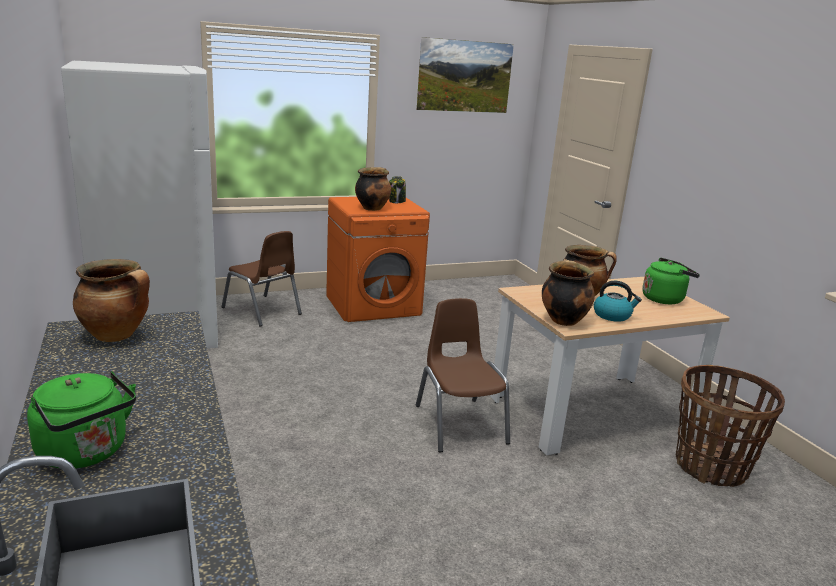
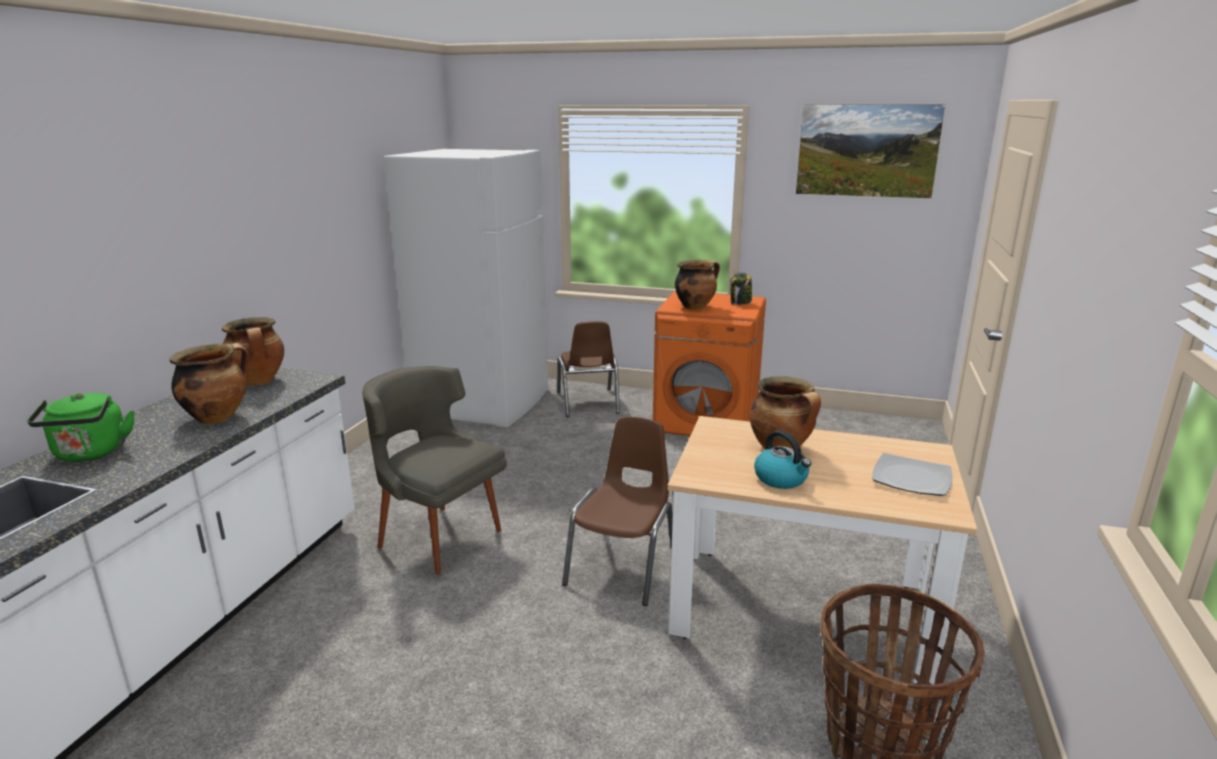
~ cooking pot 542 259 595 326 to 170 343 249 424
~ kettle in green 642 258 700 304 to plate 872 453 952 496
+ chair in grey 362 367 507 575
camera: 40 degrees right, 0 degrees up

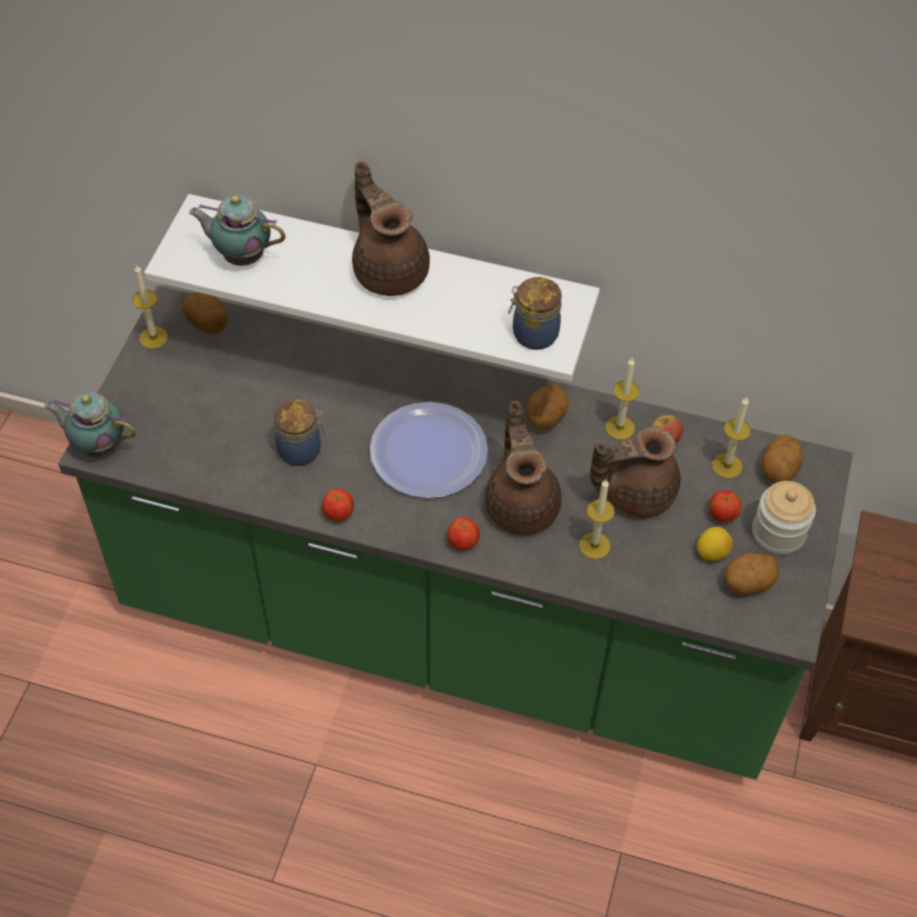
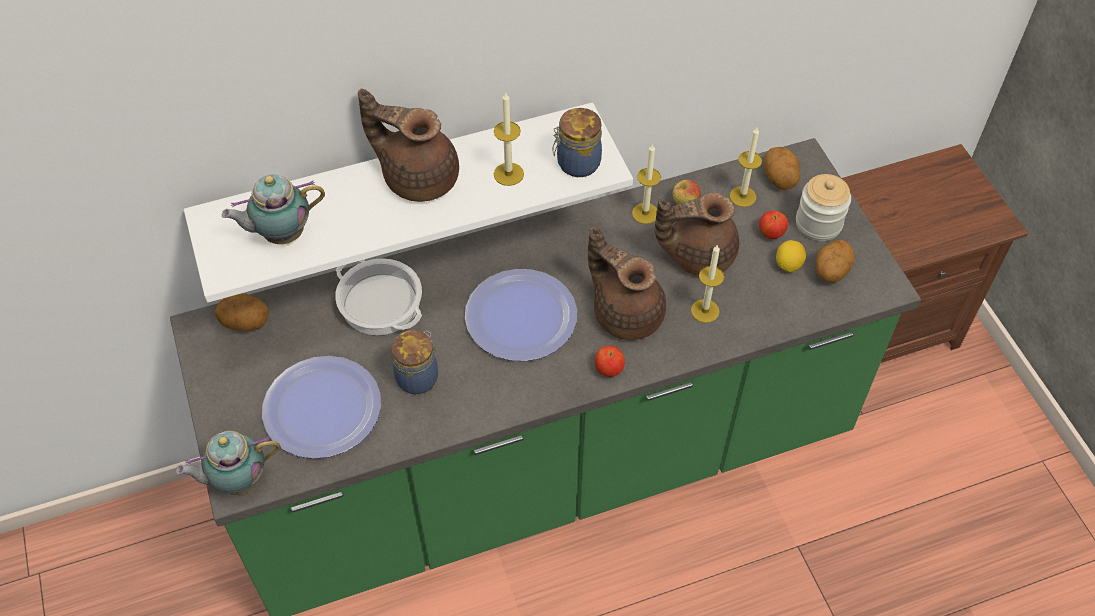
~ candle 132 264 168 349 to 494 92 524 186
- apple 322 488 354 521
- potato 527 384 569 430
~ teapot in brown 590 426 681 517 = 655 192 739 276 45 degrees clockwise
+ plate 262 356 381 459
+ cooking pot 335 258 422 335
camera: 35 degrees left, 0 degrees up

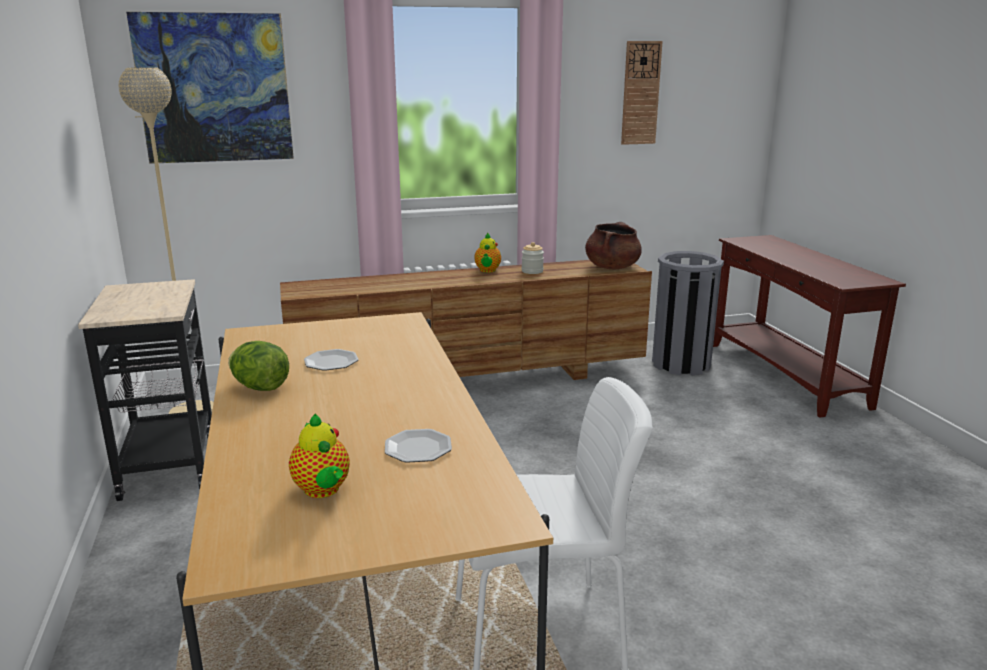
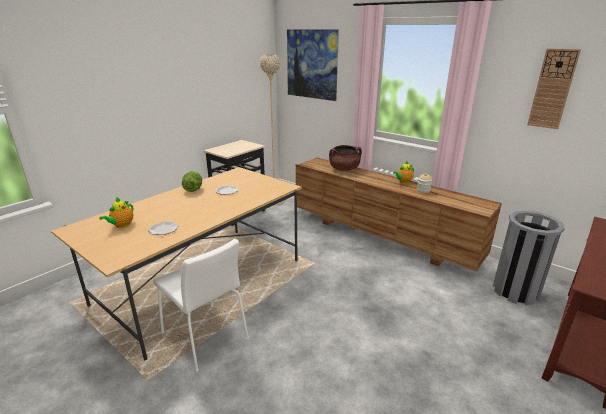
~ cooking pot in brown 585 222 642 269 to 329 145 362 171
camera: 55 degrees right, 5 degrees up

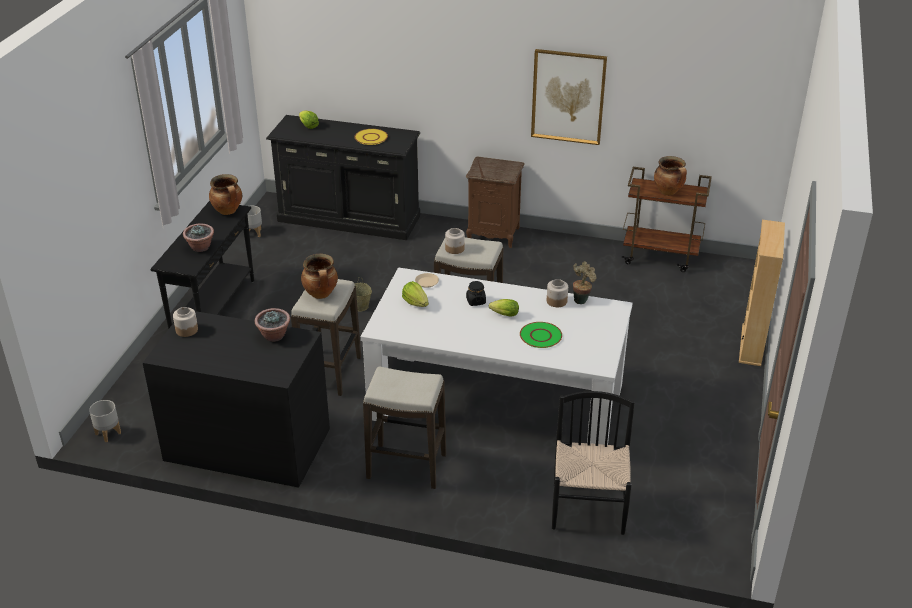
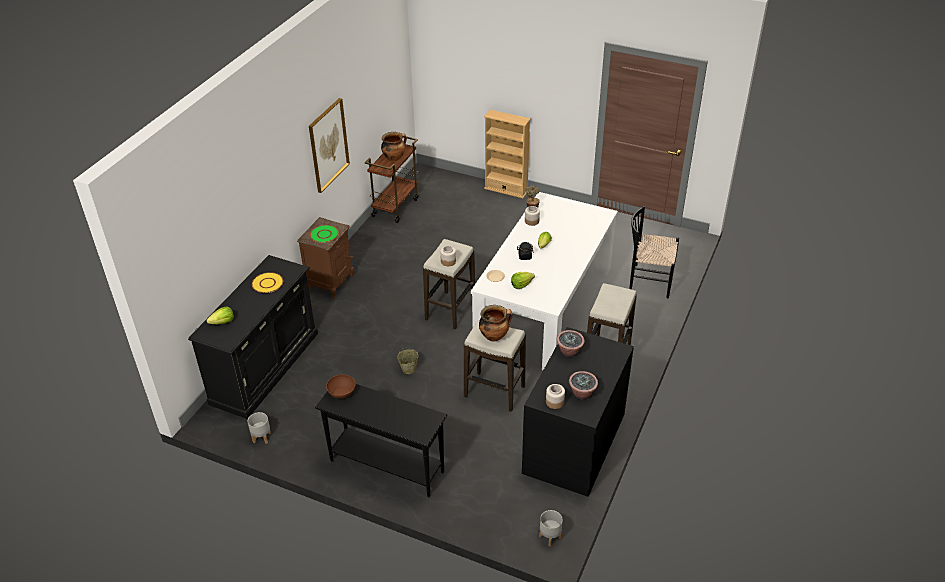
~ potted plant 183 223 214 252 to 569 371 598 399
~ cooking pot 209 174 242 215 to bowl in brown 326 374 356 399
~ plate in green 520 322 562 348 to 310 225 339 243
camera: 80 degrees left, 5 degrees up

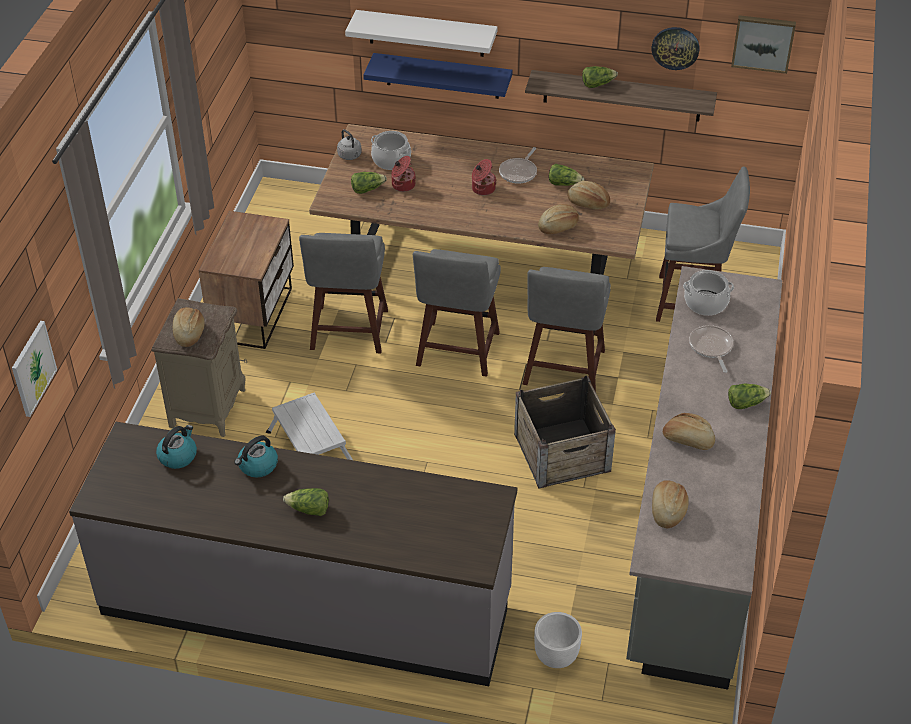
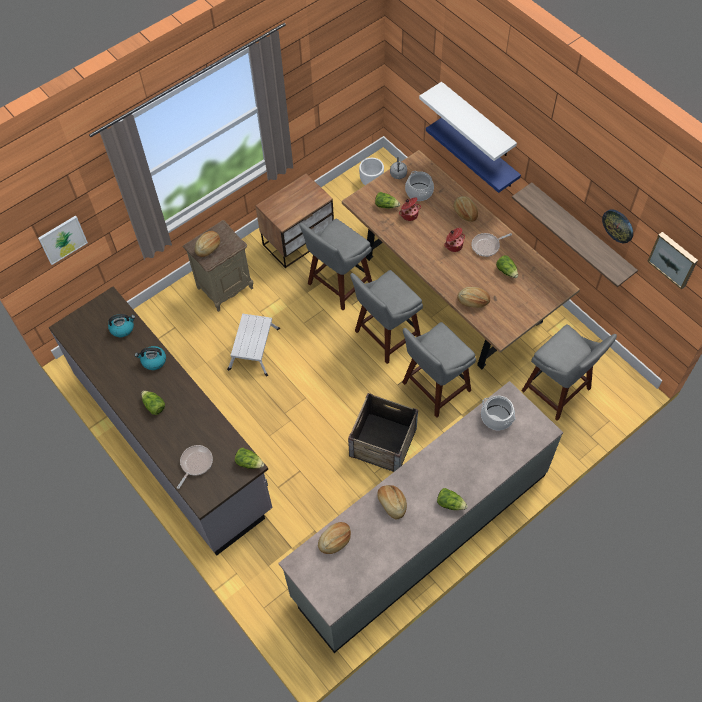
~ planter in white 534 612 582 668 to 359 158 384 185
~ bread 567 181 610 210 to 453 196 478 222
~ lettuce 582 66 618 88 to 235 448 264 469
~ frying pan 689 325 734 373 to 177 445 213 489
camera: 40 degrees right, 15 degrees up

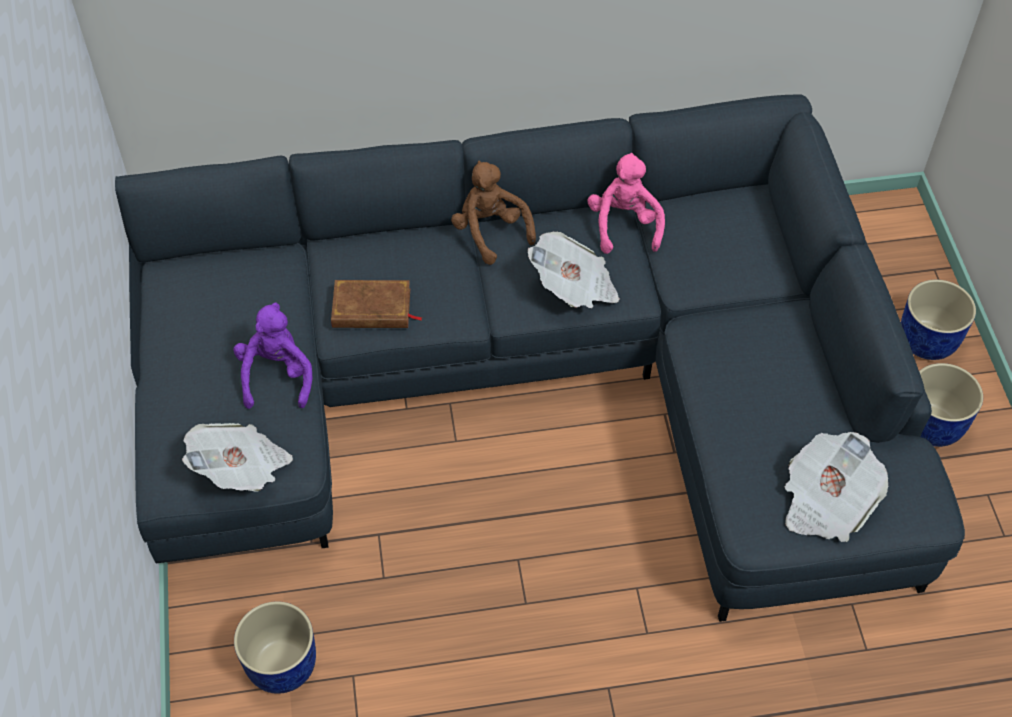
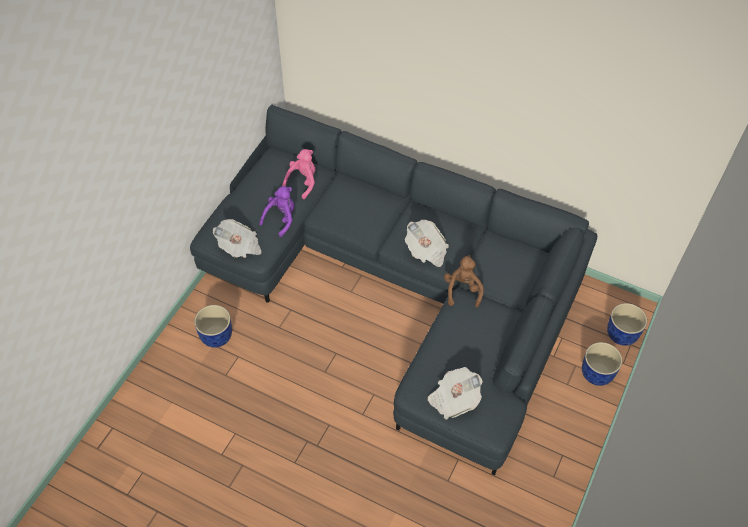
- book in brown 331 280 422 328
~ plush toy in brown 451 161 536 265 to 444 255 484 307
~ plush toy in pink 587 153 665 254 to 282 149 315 199
~ planter in blue 919 363 983 447 to 607 303 647 346
camera: 35 degrees right, 0 degrees up

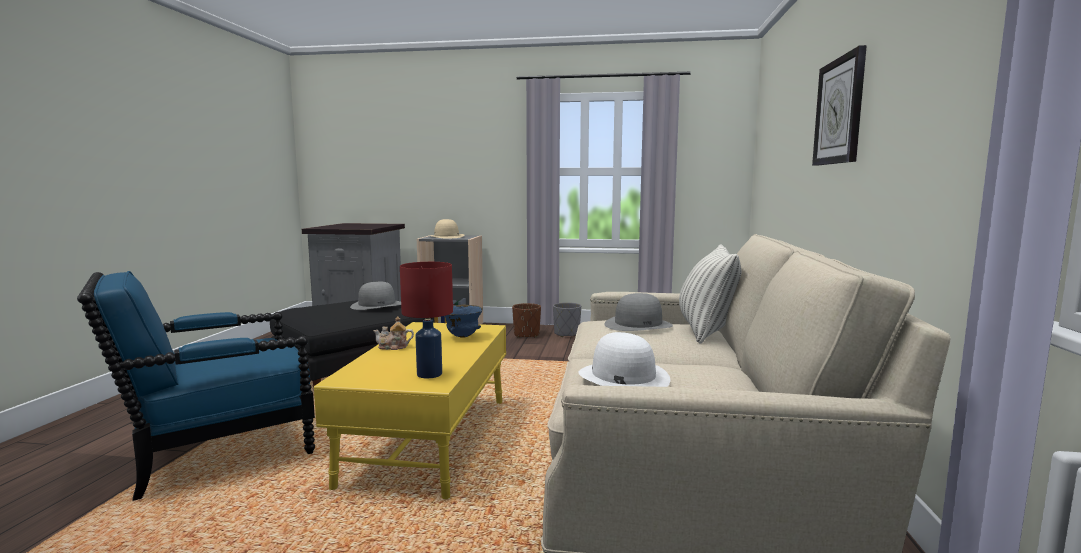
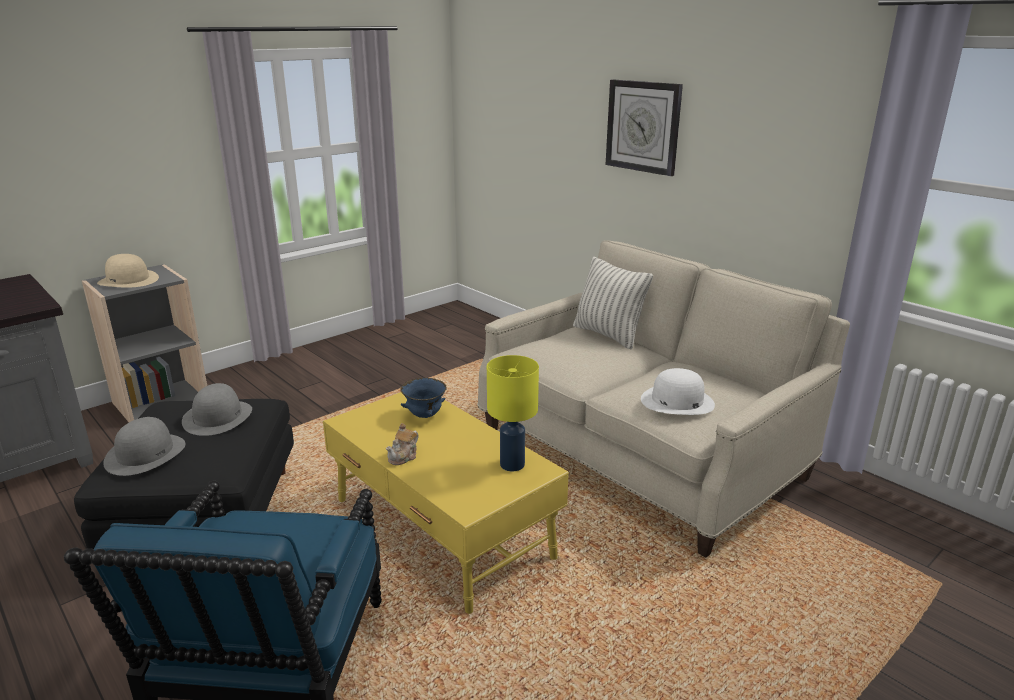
~ table lamp in red 400 262 453 378 to table lamp in yellow 487 355 539 471
- planter in brown 512 303 541 338
- planter in grey 553 302 581 337
~ hat in grey 604 293 673 331 to 103 417 186 476
camera: 50 degrees left, 15 degrees up

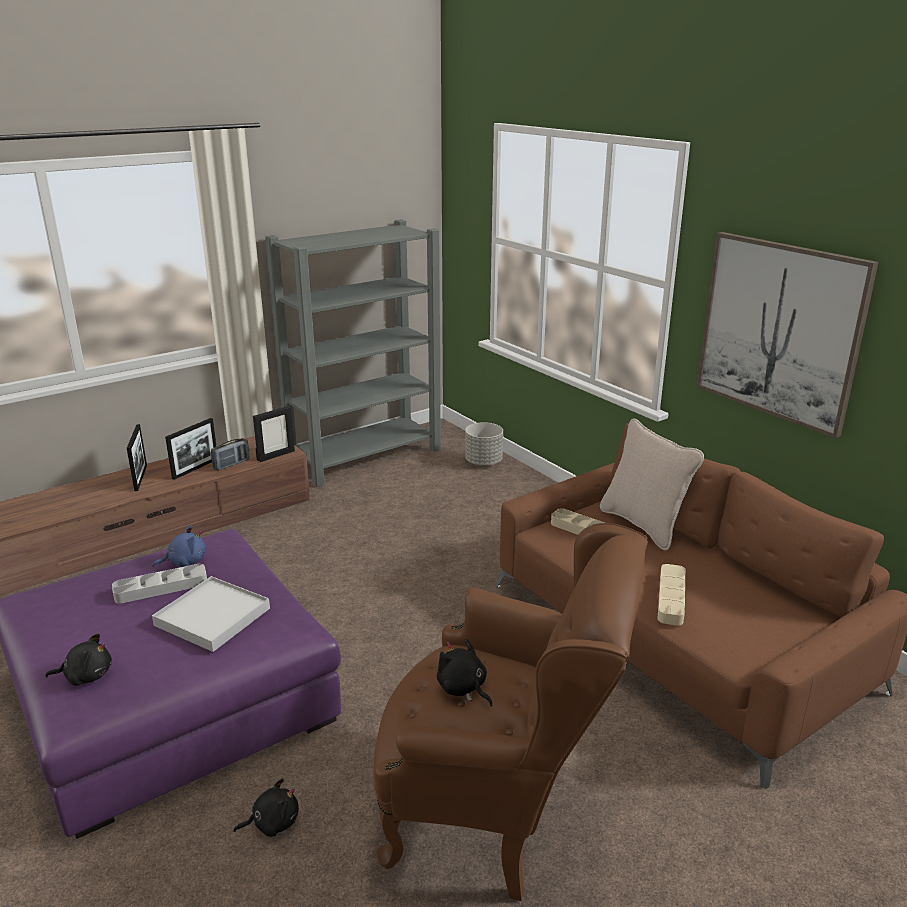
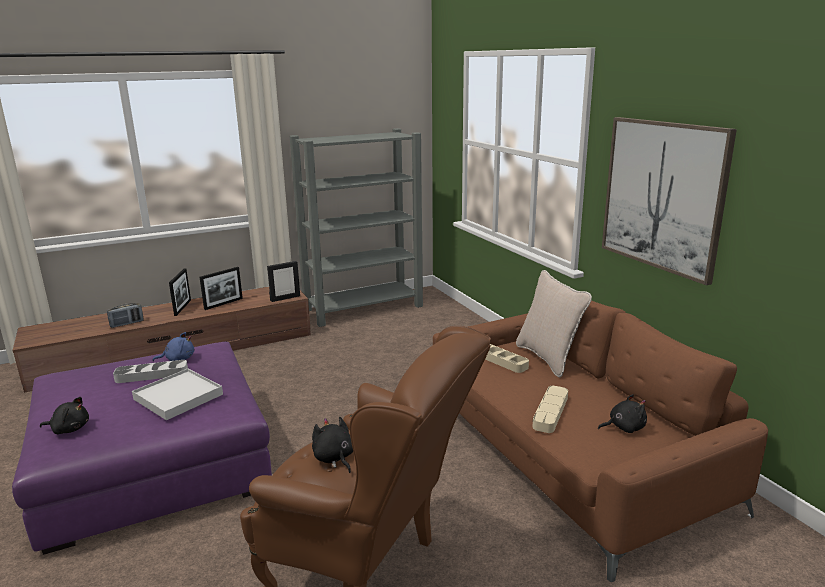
~ radio 211 438 250 471 to 107 303 144 328
~ plush toy in black 233 778 299 837 to 598 394 647 433
- planter in grey 465 422 503 466
camera: 10 degrees right, 5 degrees down

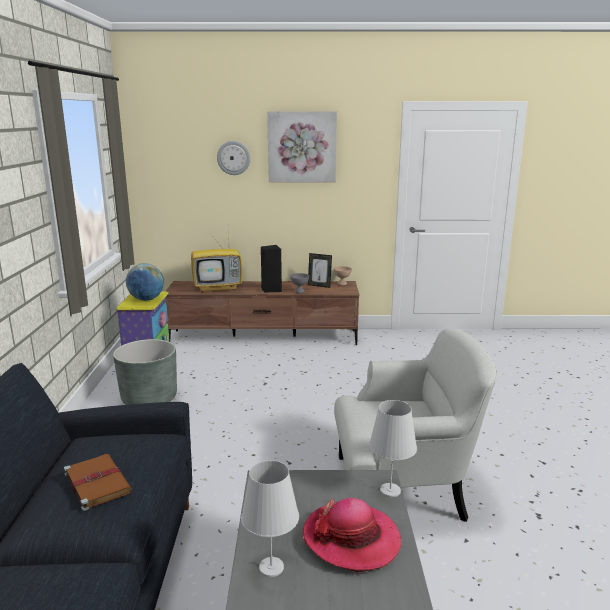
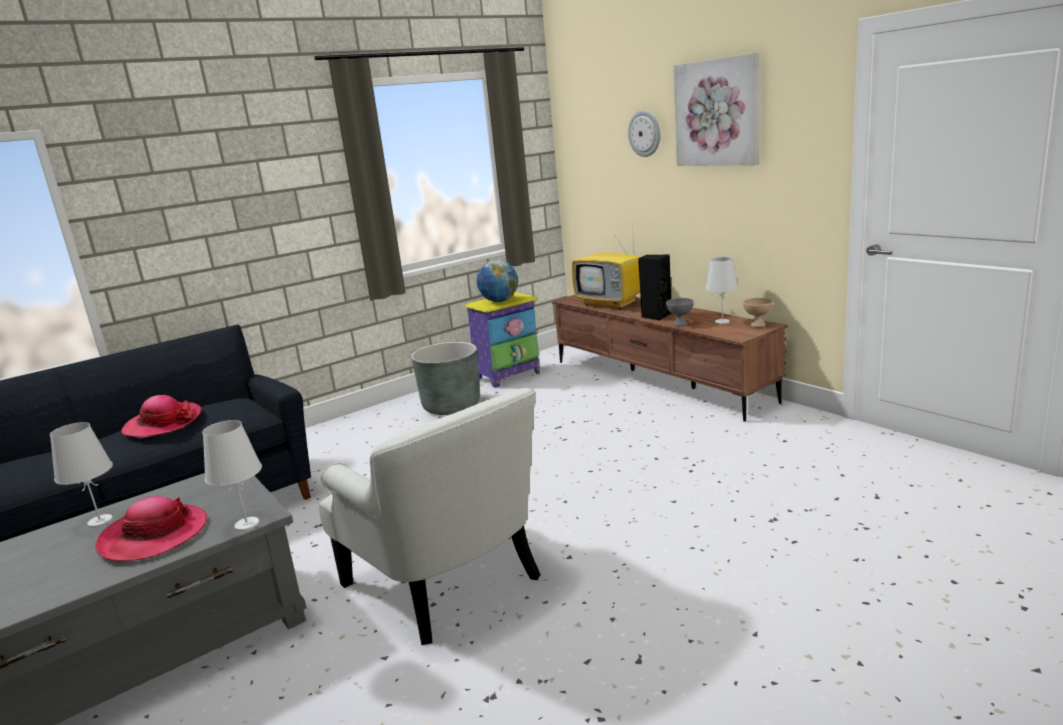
~ book in brown 64 454 132 511 to hat 121 395 201 438
~ picture frame 308 253 332 288 to table lamp in white 705 257 739 324
camera: 55 degrees right, 0 degrees up

